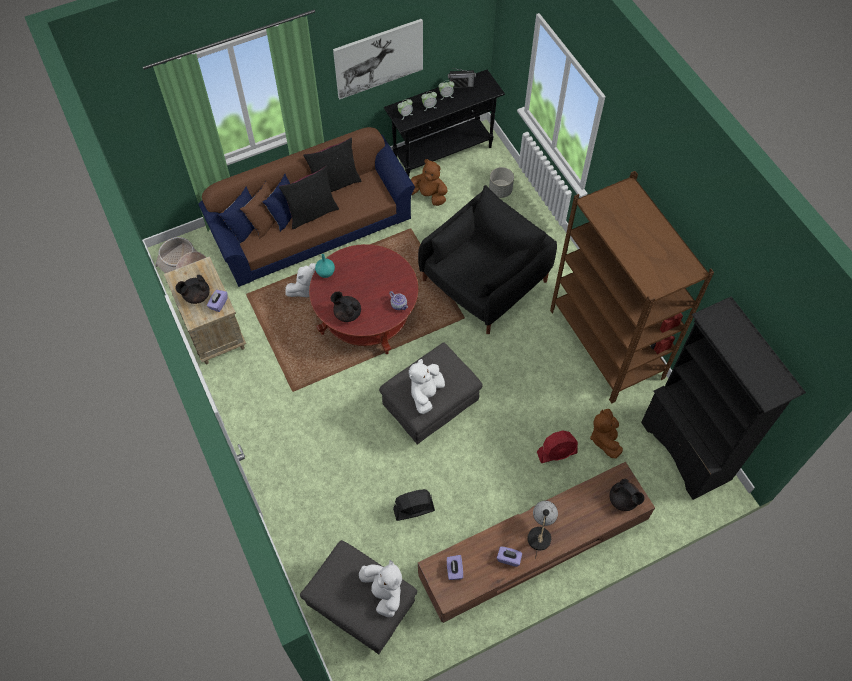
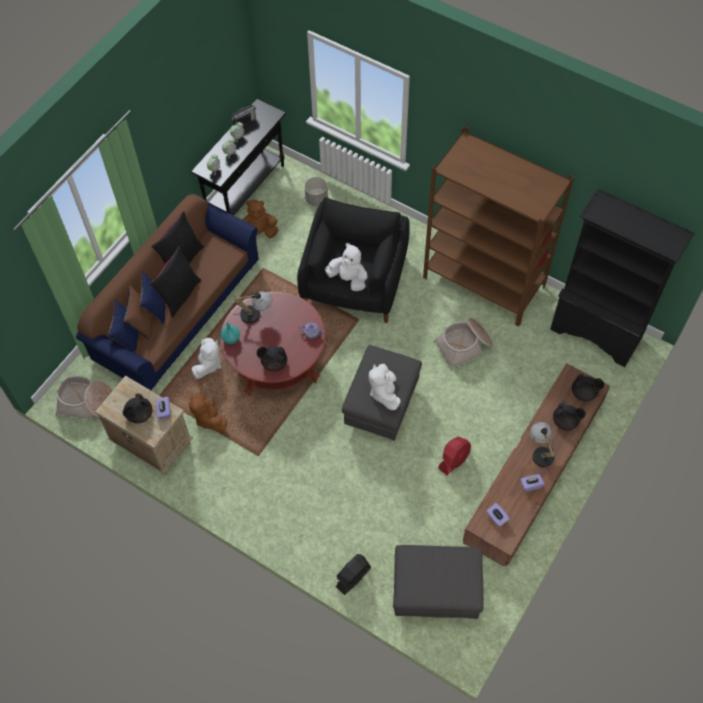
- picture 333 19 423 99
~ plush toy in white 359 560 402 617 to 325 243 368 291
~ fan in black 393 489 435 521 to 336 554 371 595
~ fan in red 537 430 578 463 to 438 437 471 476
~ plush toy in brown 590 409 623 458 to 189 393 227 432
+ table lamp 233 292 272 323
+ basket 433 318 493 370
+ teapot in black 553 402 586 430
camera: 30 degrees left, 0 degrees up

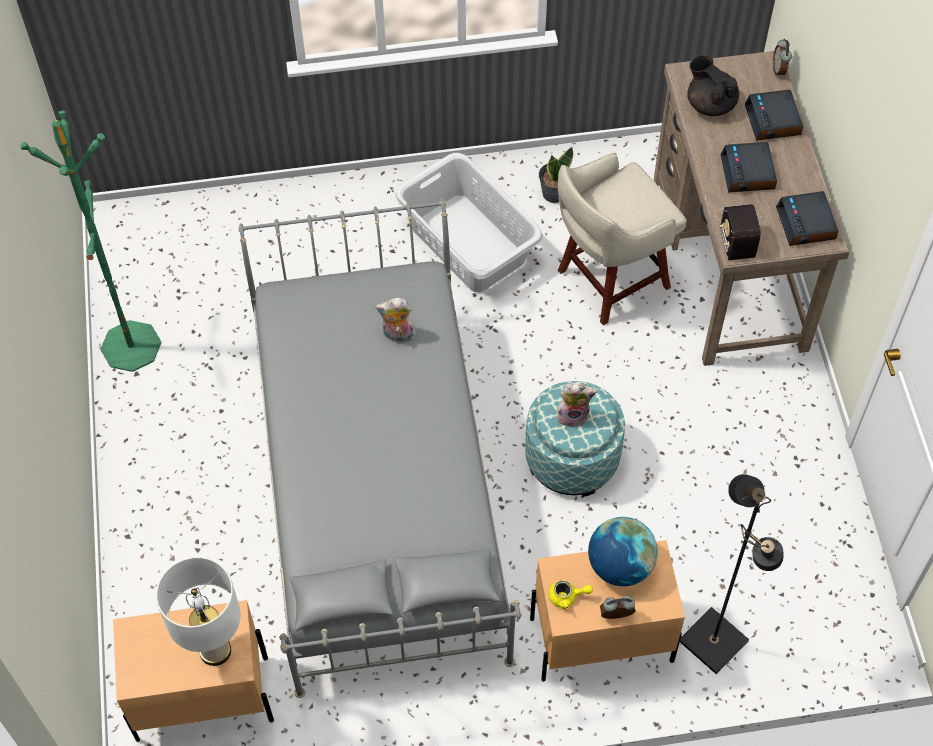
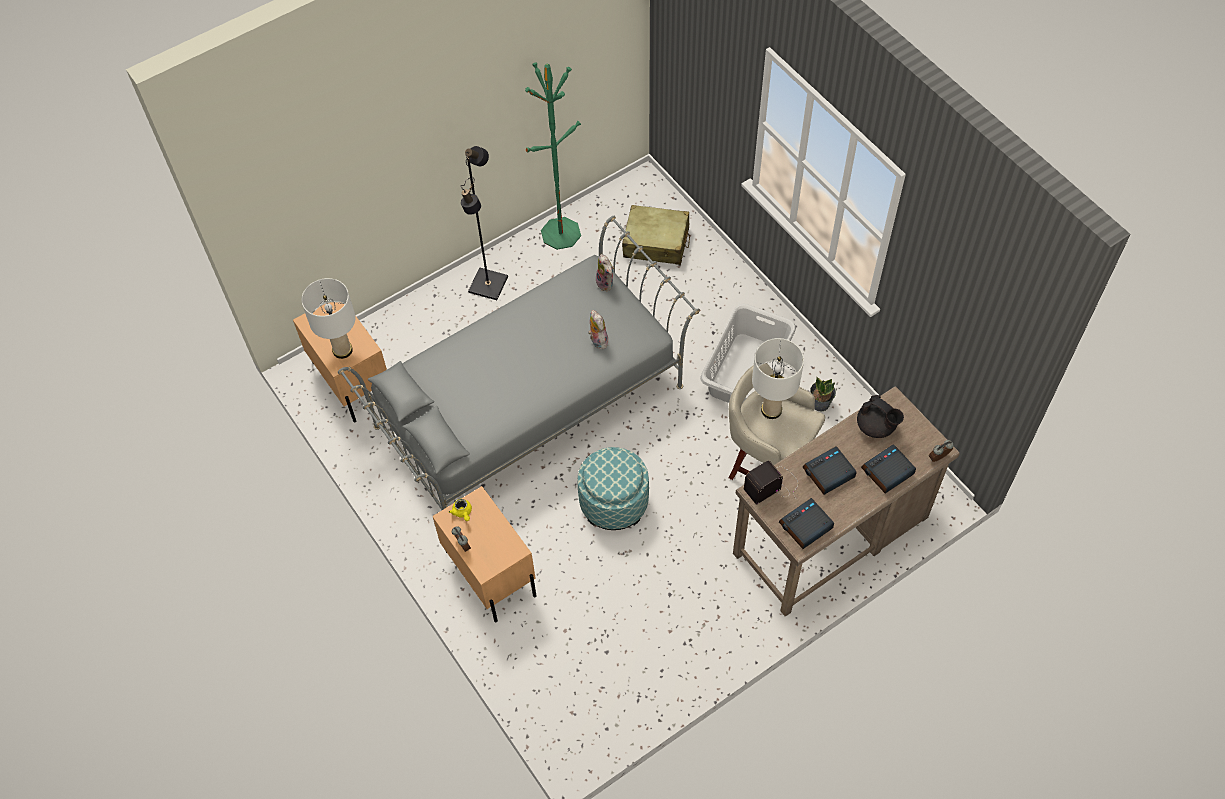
~ plush toy 556 382 597 428 to 596 254 614 291
- globe 588 517 658 586
~ floor lamp in black 680 474 783 674 to 460 146 508 300
~ teapot in black 687 55 739 116 = 857 395 904 438 105 degrees clockwise
+ suitcase in beige 622 205 690 265
+ table lamp in white 752 338 804 419
camera: 65 degrees right, 0 degrees up

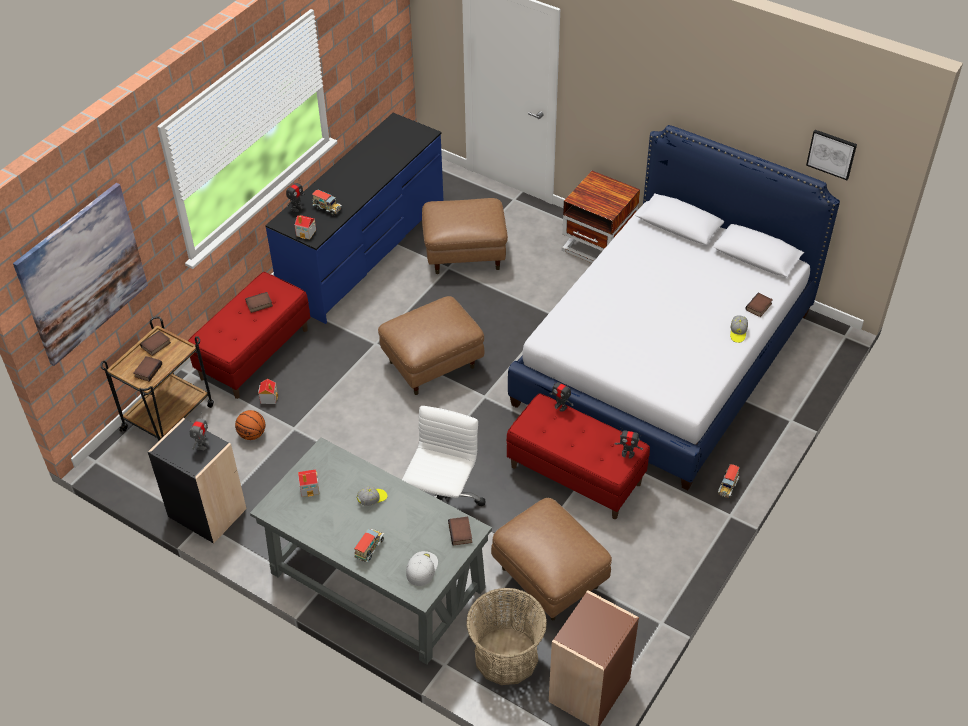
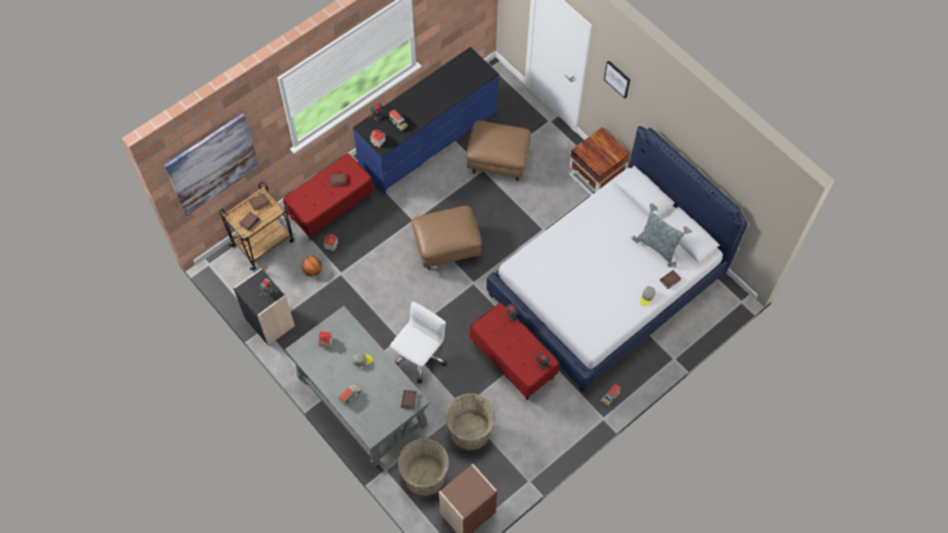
- cap in white 406 551 438 586
~ ottoman in brown 491 498 612 620 to basket 445 393 496 450
~ picture 806 130 857 180 to 604 61 630 98
+ pillow 632 203 692 268
camera: 15 degrees right, 15 degrees up

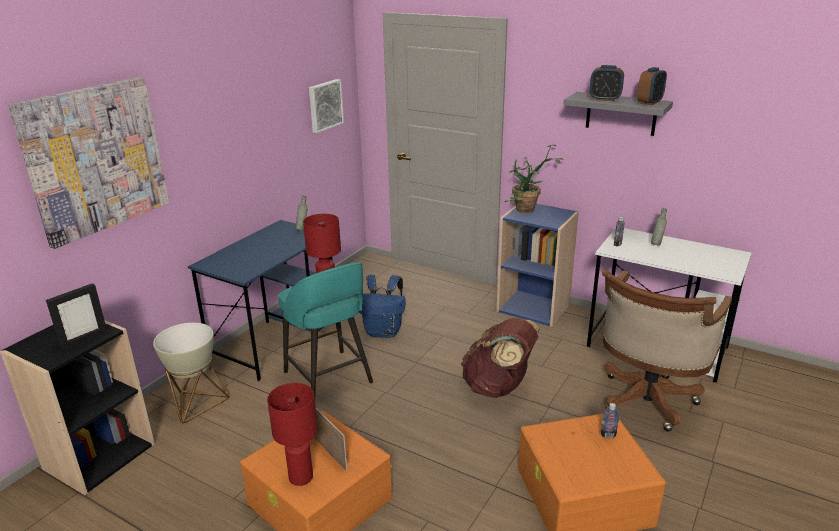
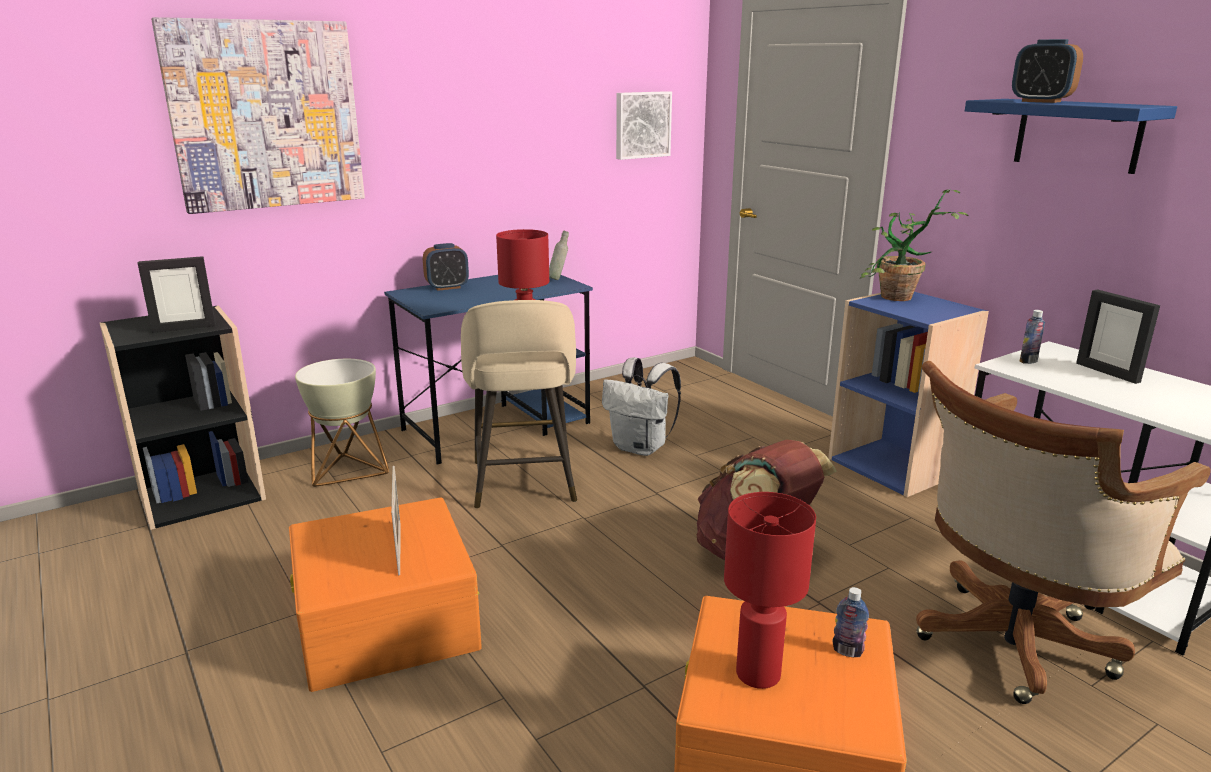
~ table lamp in red 267 383 318 486 to 724 492 816 689
~ stool in turquoise 278 262 373 396 to stool in beige 461 300 577 509
~ backpack in blue 359 275 406 338 to backpack in white 602 357 681 456
~ shelf in grey 563 92 673 136 to shelf in blue 965 99 1177 174
~ alarm clock 637 67 667 105 to 423 243 469 291
~ bottle in grey 651 208 667 246 to picture frame 1076 289 1160 384
camera: 25 degrees right, 5 degrees down

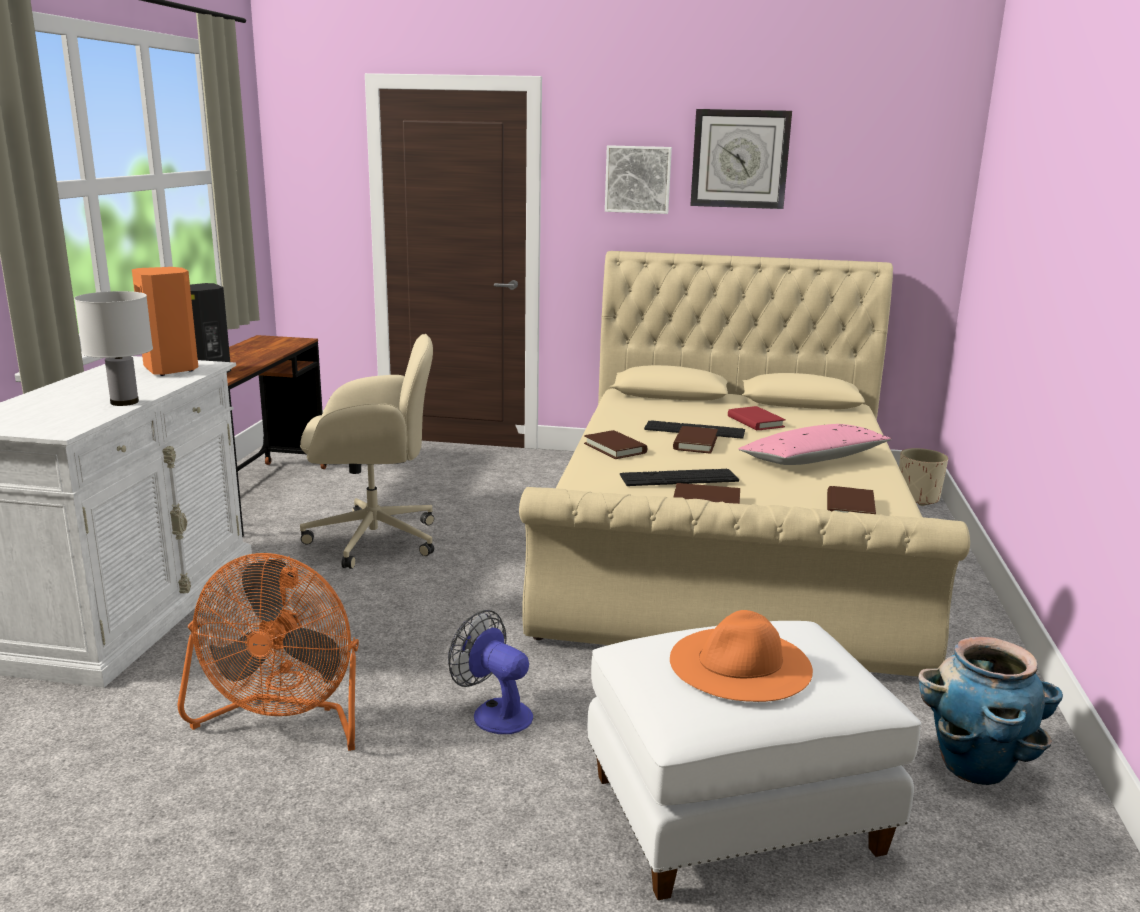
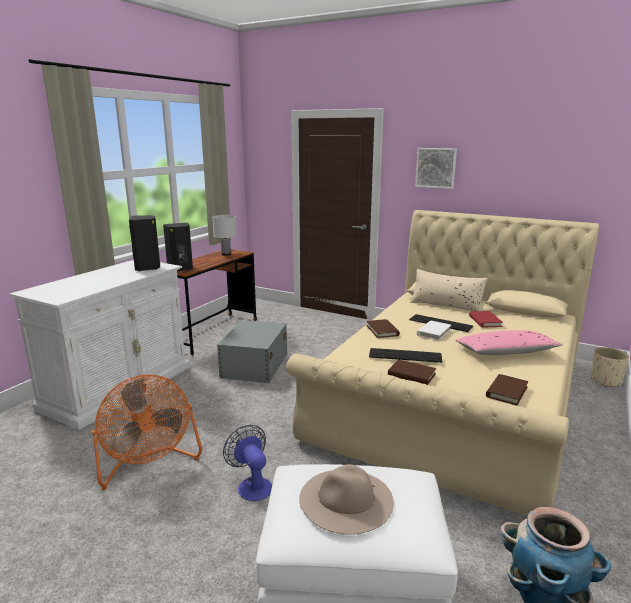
~ table lamp in white 74 291 153 406 to 212 215 237 256
~ speaker in orange 132 267 198 376 to speaker in black 129 215 160 271
~ fan in orange 178 553 359 751 = 92 374 202 490 60 degrees counterclockwise
~ office chair in beige 300 334 434 569 to storage box in grey 217 320 287 383
~ hat in orange 670 610 813 702 to hat in beige 299 464 394 535
~ book in brown 673 426 718 454 to book in white 417 321 451 341
- wall clock 690 109 792 209
+ pillow in beige 410 269 488 311
camera: 20 degrees right, 0 degrees up

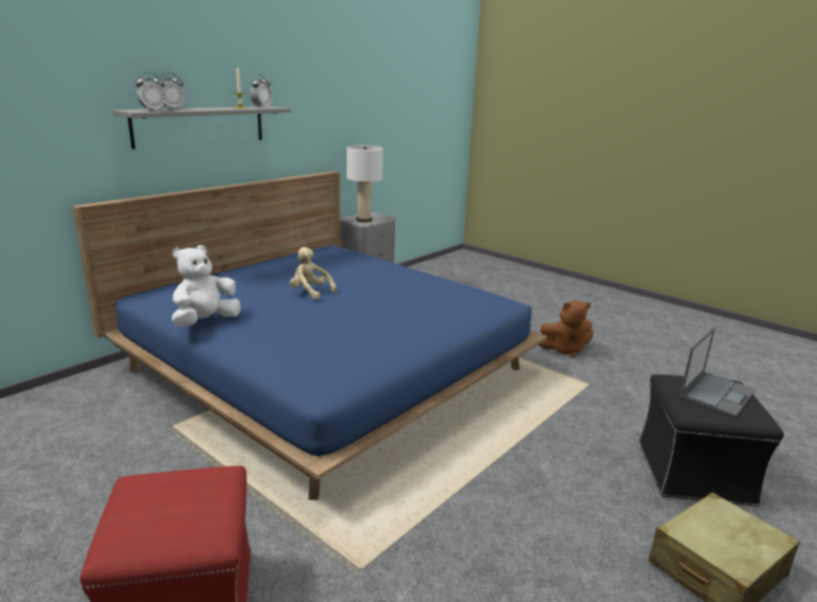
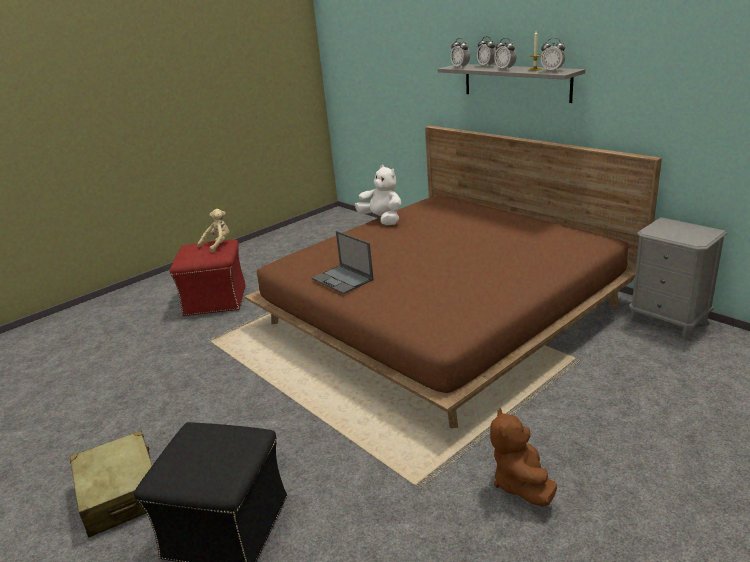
~ bed in blue 72 171 547 500 to bed in brown 245 126 662 428
~ plush toy in beige 290 247 337 300 to 197 209 230 253
- table lamp in white 347 145 383 222
~ laptop 679 327 756 417 to 312 231 374 294
+ alarm clock 494 38 517 70
camera: 100 degrees right, 5 degrees up

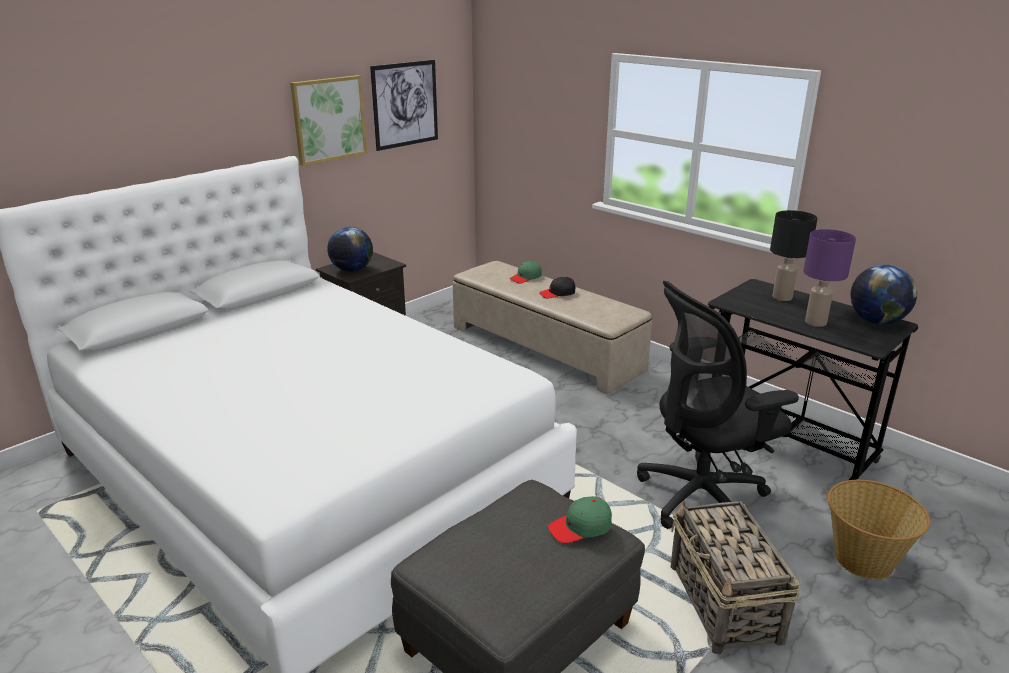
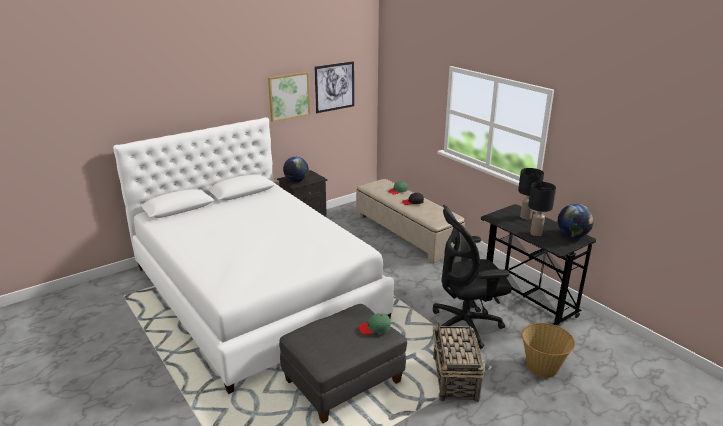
~ table lamp in purple 803 229 856 327 to table lamp in black 528 182 556 236
camera: 10 degrees right, 0 degrees up

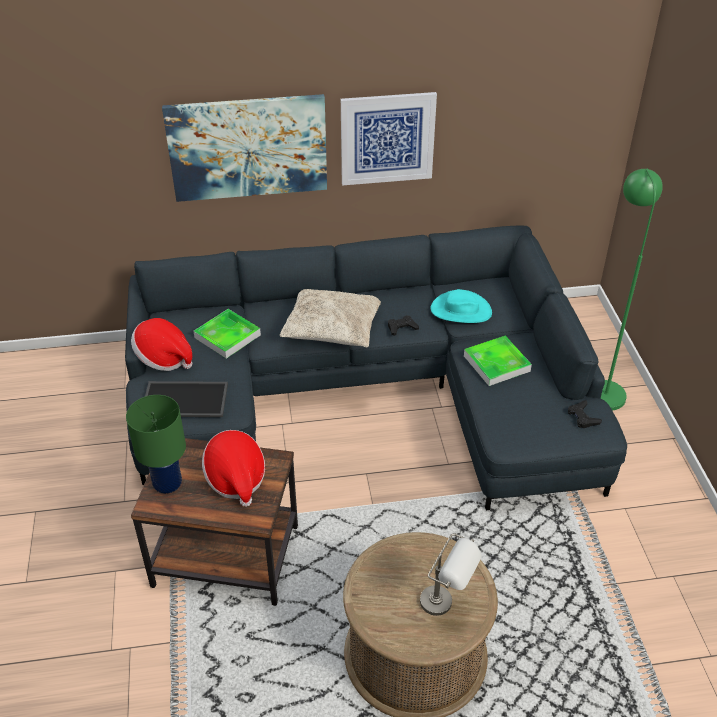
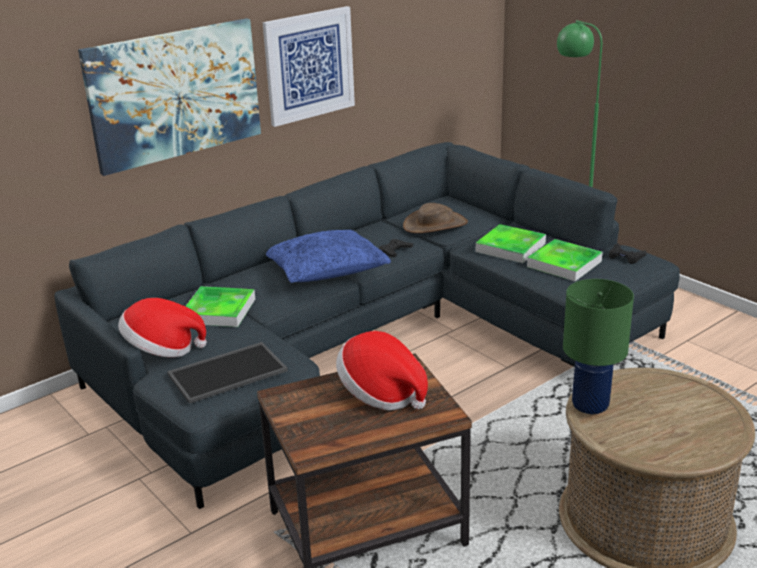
~ table lamp in green 126 395 186 494 to 563 279 634 414
~ pillow in beige 280 289 381 348 to pillow in blue 266 230 391 283
- table lamp in grey 420 533 481 616
~ hat in turquoise 430 289 492 323 to hat in brown 403 203 468 233
+ tray 527 239 603 281
camera: 30 degrees left, 15 degrees down

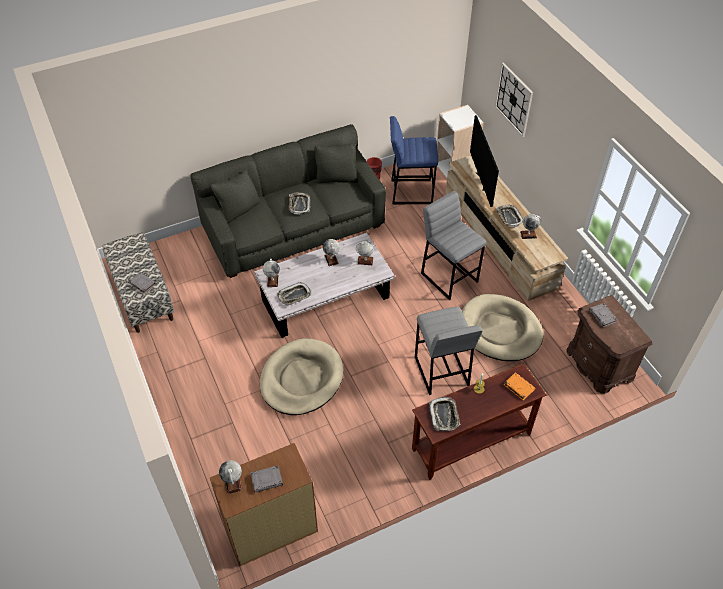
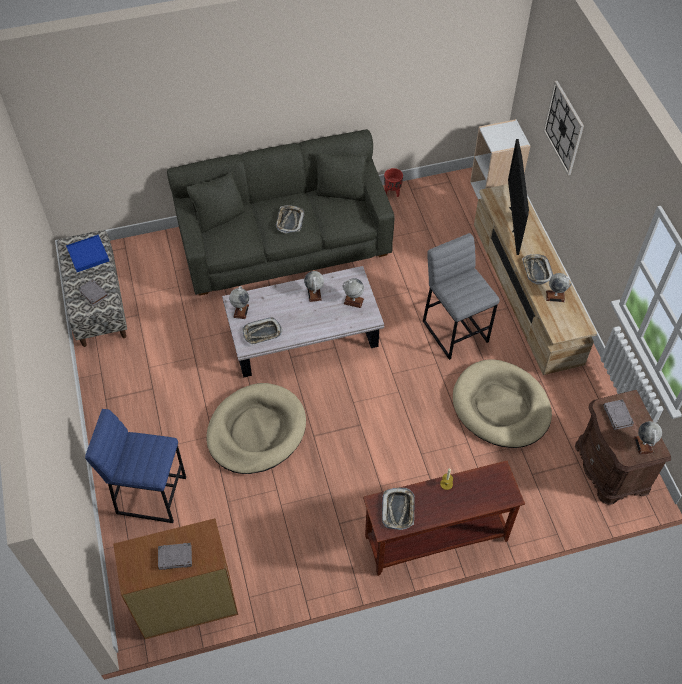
~ globe 219 460 242 494 to 634 421 662 455
~ stool in blue 390 116 438 204 to 85 409 186 523
- stool in grey 415 307 483 395
- book in orange 504 372 535 400
+ tray in blue 66 235 109 272
camera: 10 degrees right, 5 degrees up

